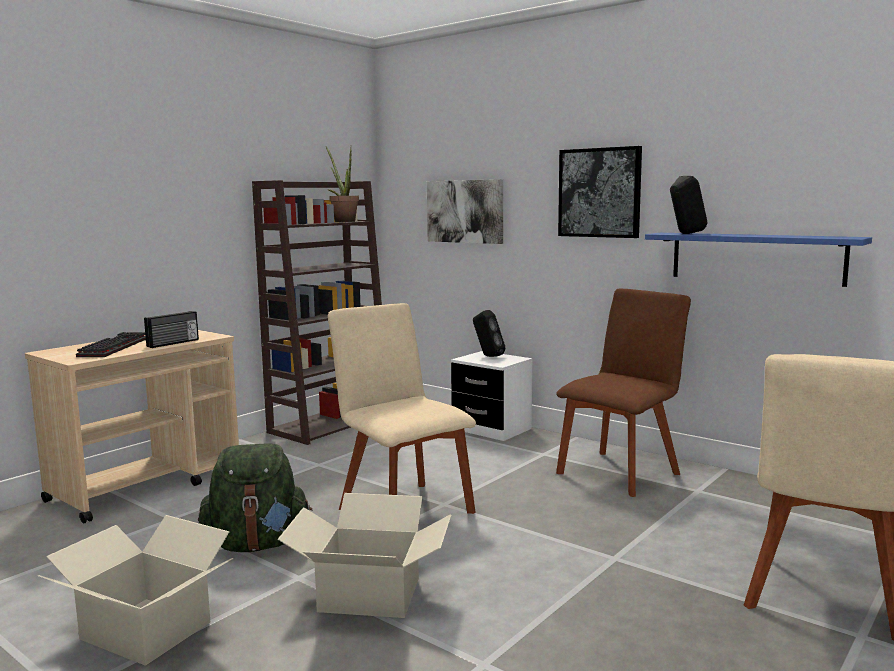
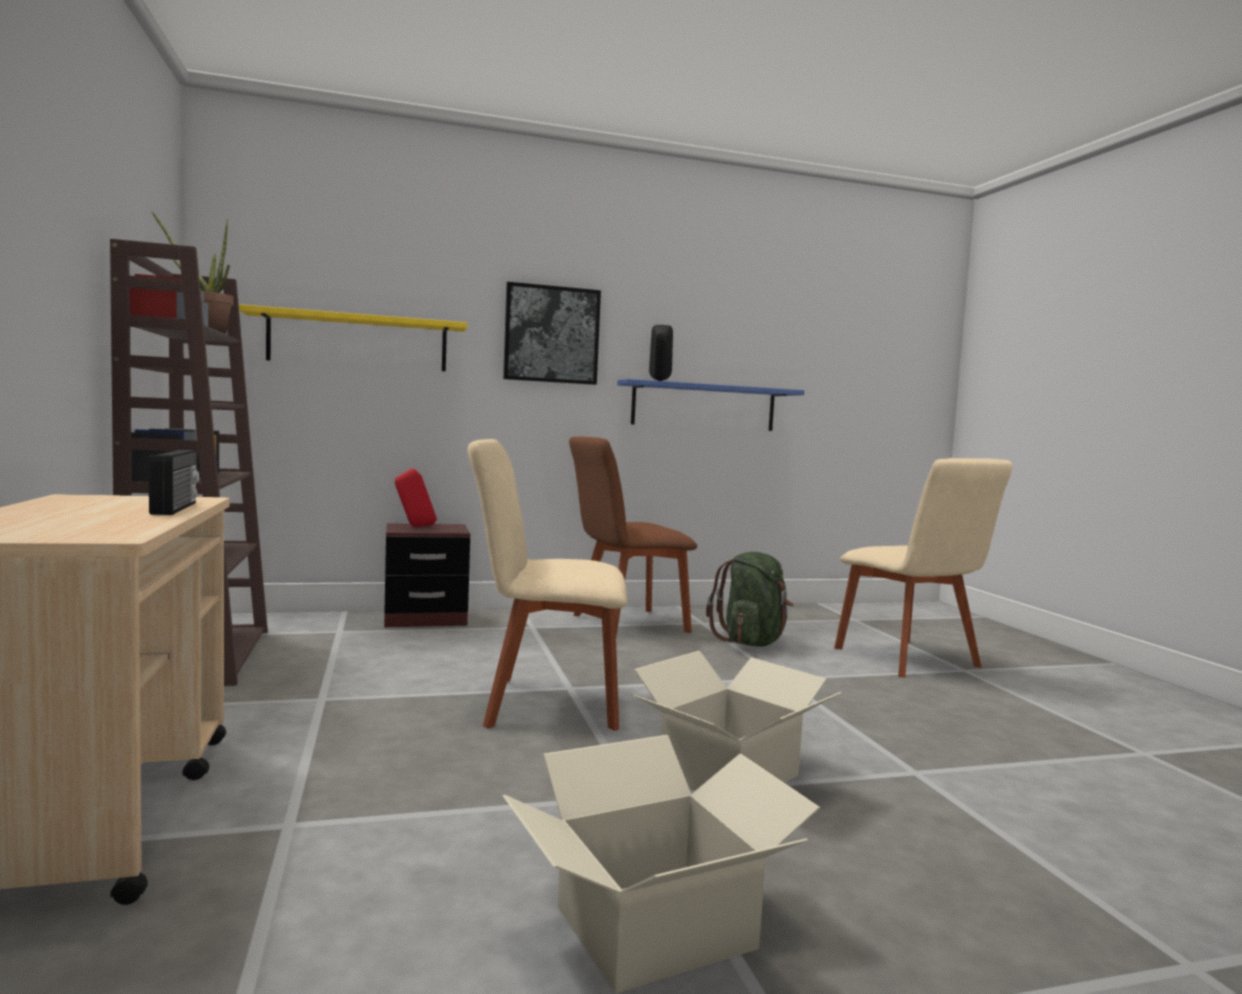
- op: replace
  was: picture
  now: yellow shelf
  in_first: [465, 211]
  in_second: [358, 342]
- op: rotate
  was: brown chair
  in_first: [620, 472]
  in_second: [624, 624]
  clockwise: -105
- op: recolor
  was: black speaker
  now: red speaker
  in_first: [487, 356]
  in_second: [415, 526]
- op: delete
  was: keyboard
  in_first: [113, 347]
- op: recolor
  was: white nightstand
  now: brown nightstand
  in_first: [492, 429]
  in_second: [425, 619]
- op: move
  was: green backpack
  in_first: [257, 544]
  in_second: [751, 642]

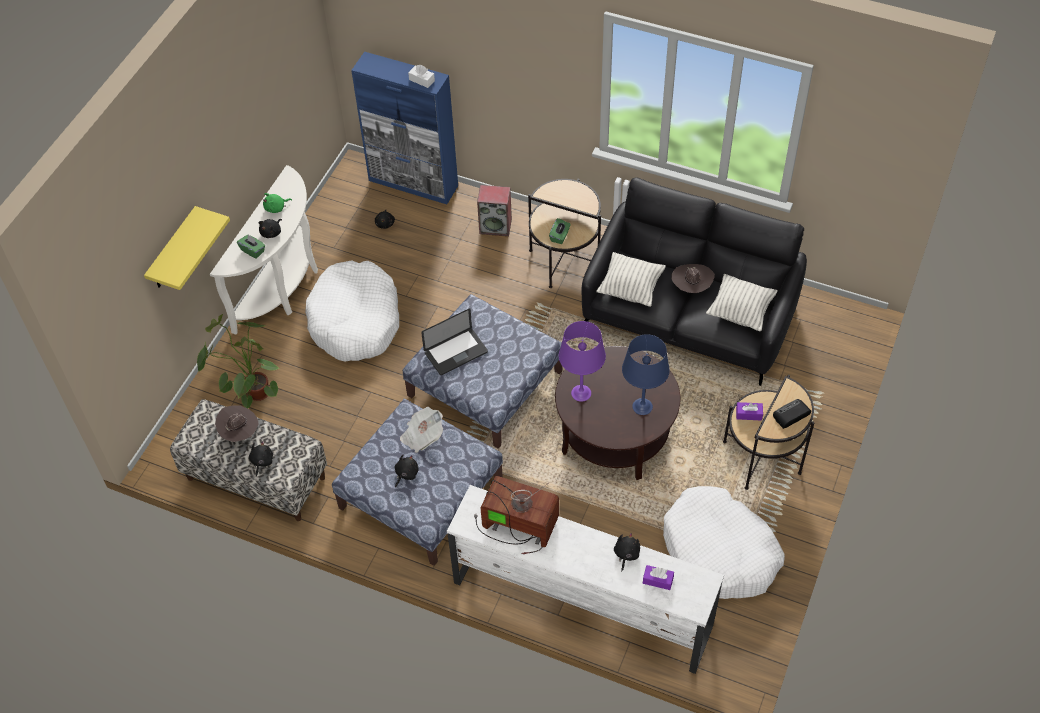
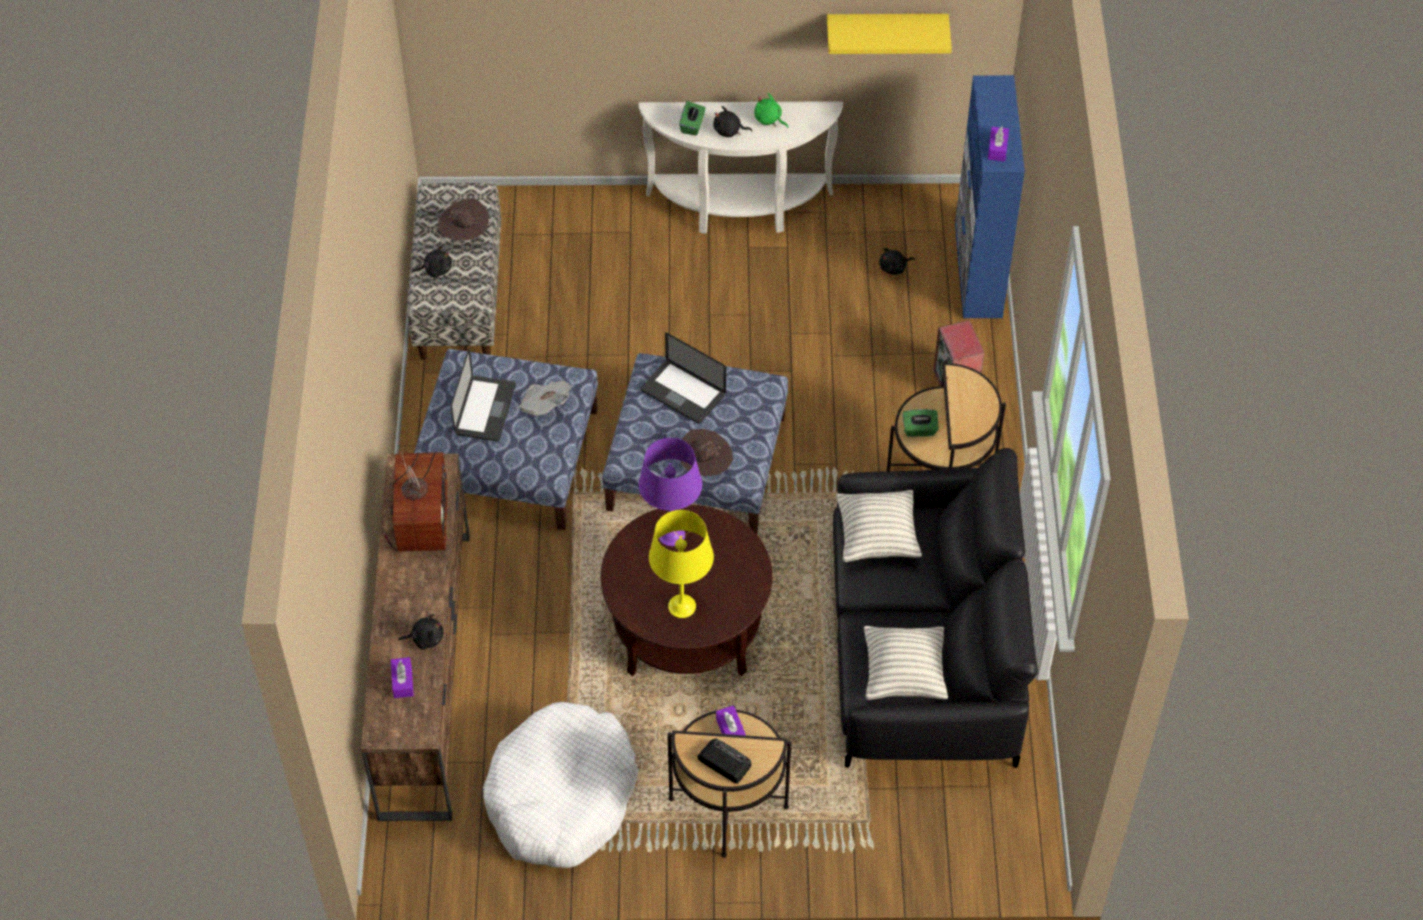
- op: recolor
  was: white tissue box
  now: purple tissue box
  in_first: [422, 80]
  in_second: [997, 149]
- op: move
  was: yellow shelf
  in_first: [173, 250]
  in_second: [886, 28]
- op: delete
  was: white dog bed
  in_first: [355, 321]
- op: move
  was: brown hat
  in_first: [691, 287]
  in_second: [705, 467]
- op: delete
  was: potted plant
  in_first: [249, 390]
- op: recolor
  was: blue table lamp
  now: yellow table lamp
  in_first: [642, 406]
  in_second: [681, 605]
- op: replace
  was: black plush toy
  now: laptop
  in_first: [406, 474]
  in_second: [485, 409]
- op: recolor
  was: white tv stand
  now: brown tv stand
  in_first: [581, 603]
  in_second: [426, 670]

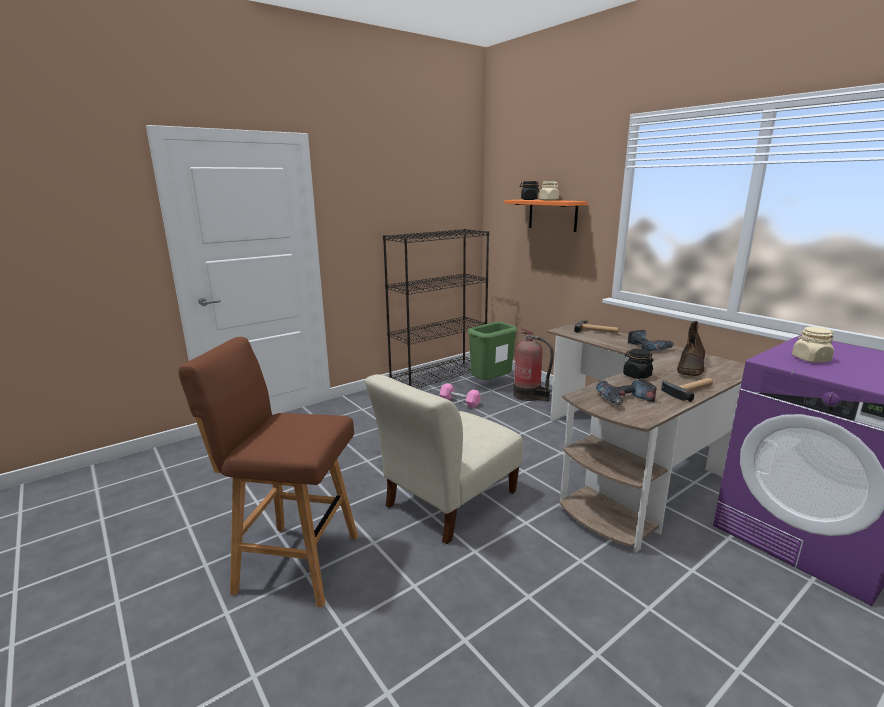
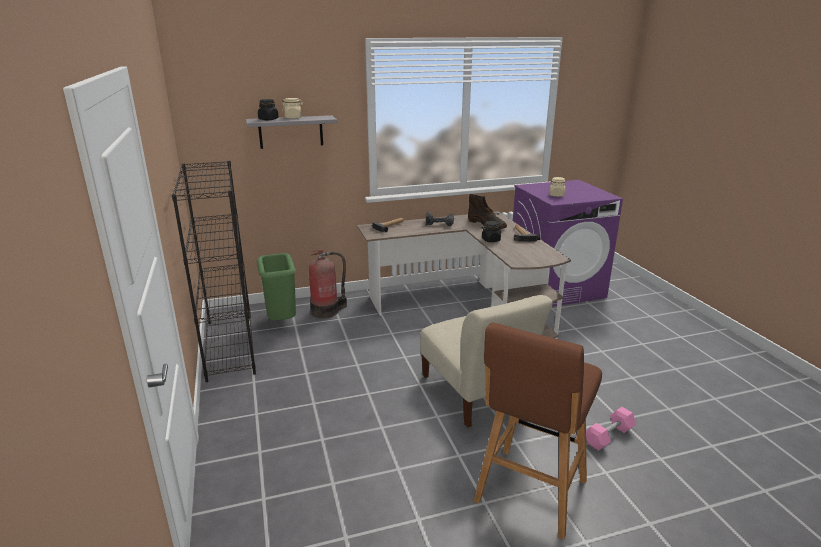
- op: recolor
  was: orange shelf
  now: grey shelf
  in_first: [552, 215]
  in_second: [291, 132]
- op: delete
  was: power drill
  in_first: [626, 400]
- op: move
  was: pink dumbbell
  in_first: [459, 402]
  in_second: [608, 436]

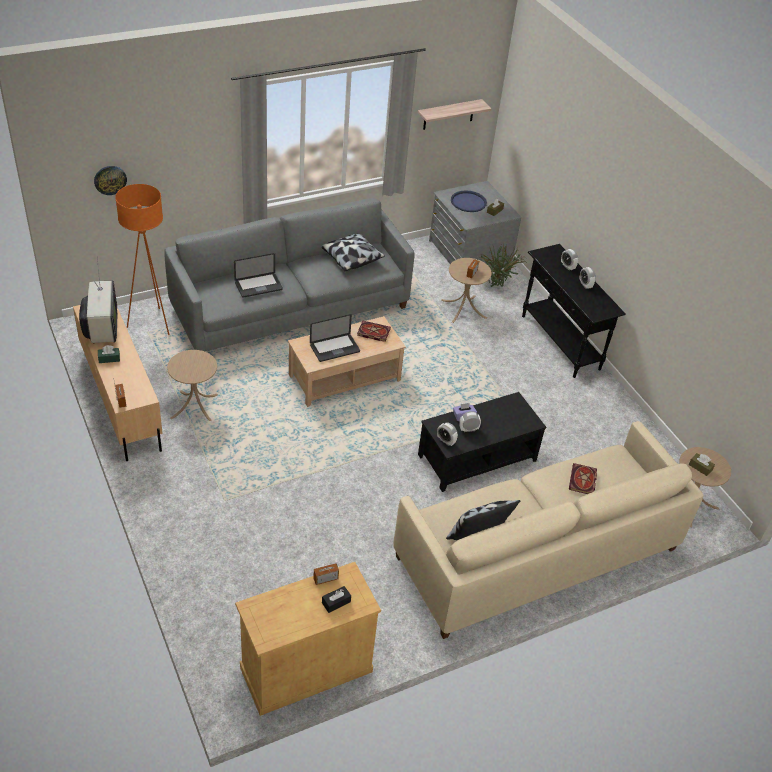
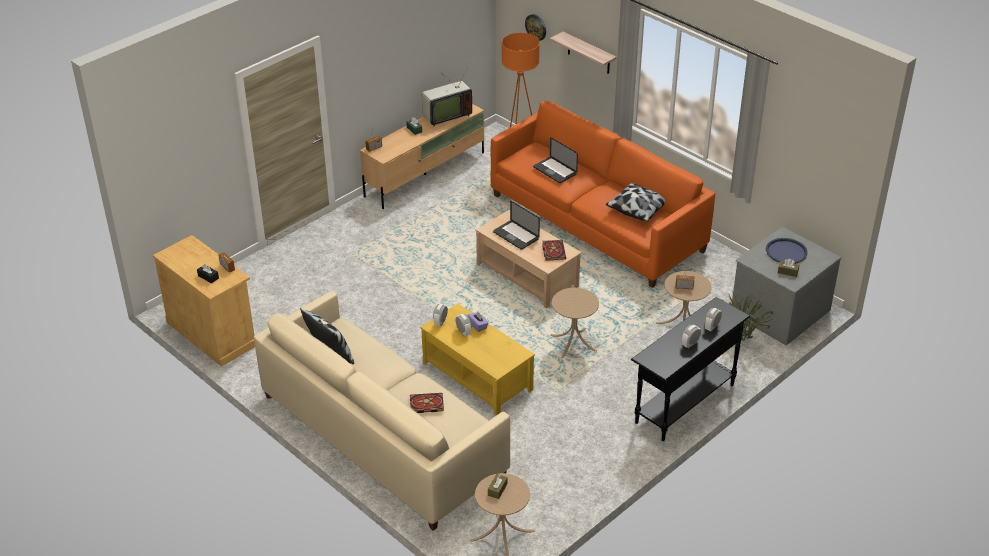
- op: move
  was: shelf
  in_first: [448, 114]
  in_second: [588, 53]
- op: recolor
  was: grey sofa
  now: orange sofa
  in_first: [291, 308]
  in_second: [597, 223]
- op: move
  was: beige side table
  in_first: [195, 406]
  in_second: [573, 343]
- op: recolor
  was: black coffee table
  now: yellow coffee table
  in_first: [477, 458]
  in_second: [476, 377]

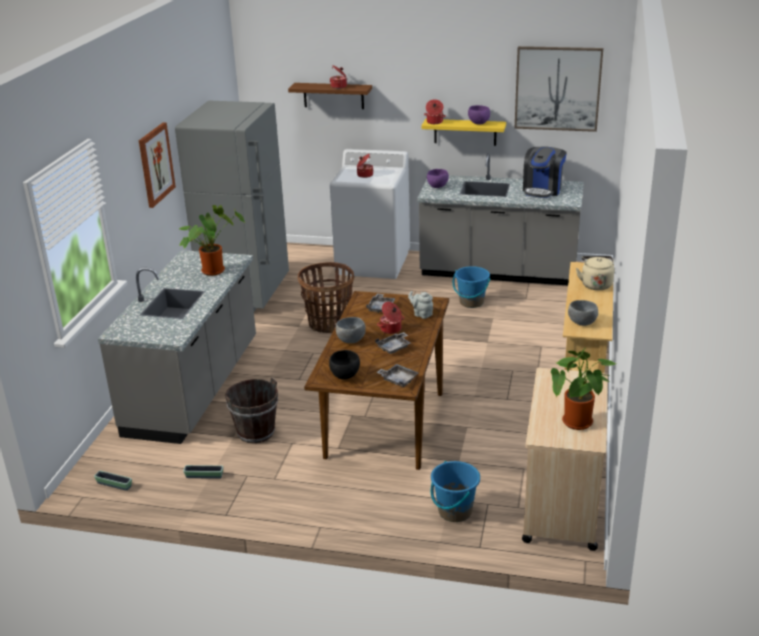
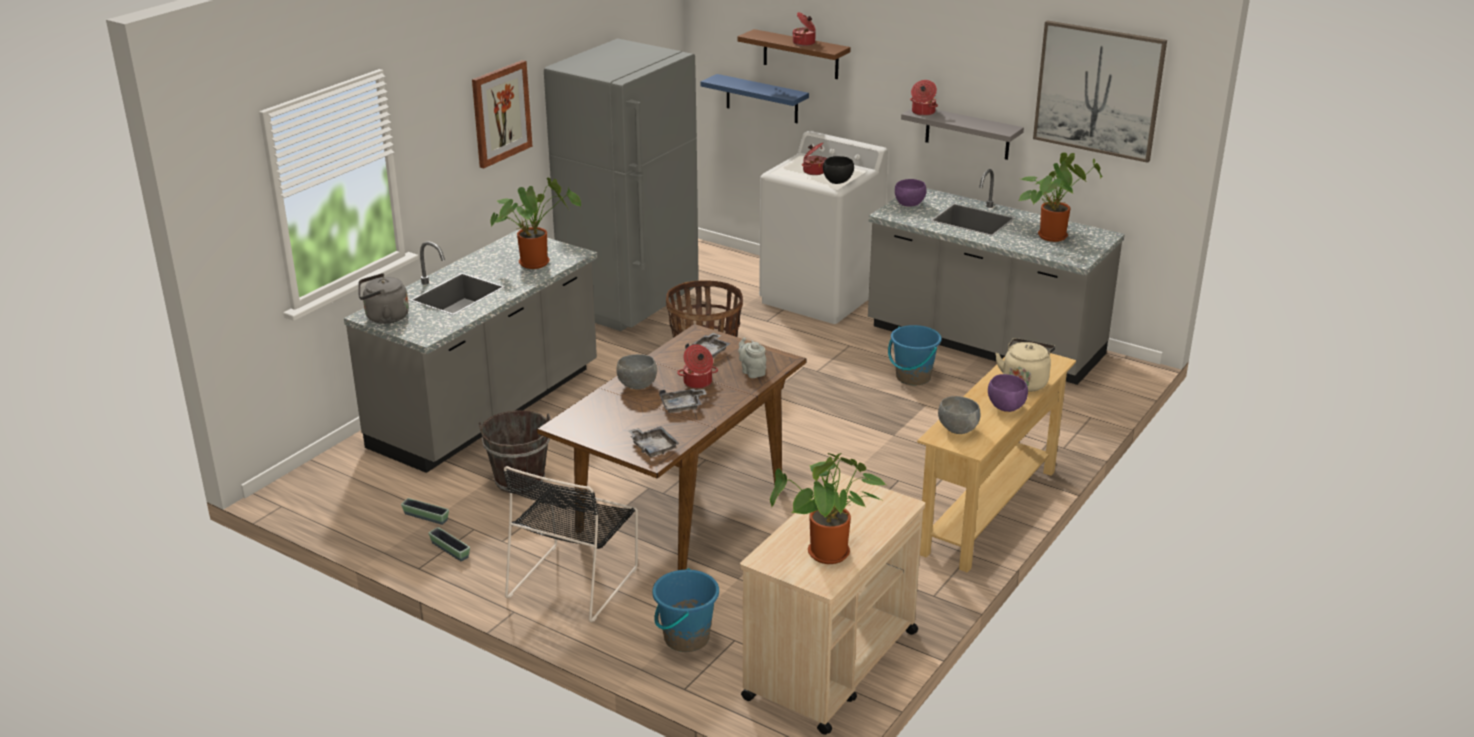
- op: move
  was: purple bowl
  in_first: [478, 123]
  in_second: [1005, 408]
- op: recolor
  was: yellow shelf
  now: grey shelf
  in_first: [465, 132]
  in_second: [967, 133]
- op: replace
  was: coffee machine
  now: potted plant
  in_first: [542, 190]
  in_second: [1053, 235]
- op: move
  was: black bowl
  in_first: [345, 375]
  in_second: [838, 182]
- op: move
  was: planter
  in_first: [114, 485]
  in_second: [450, 550]
- op: insert
  now: blue shelf
  in_second: [762, 99]
- op: insert
  now: grey kettle
  in_second: [384, 317]
- op: insert
  now: black chair
  in_second: [575, 580]

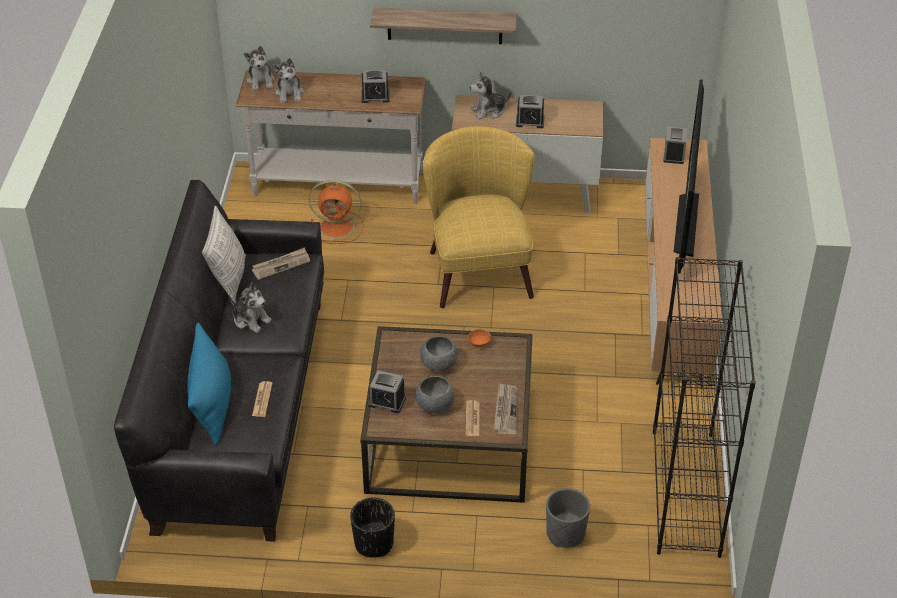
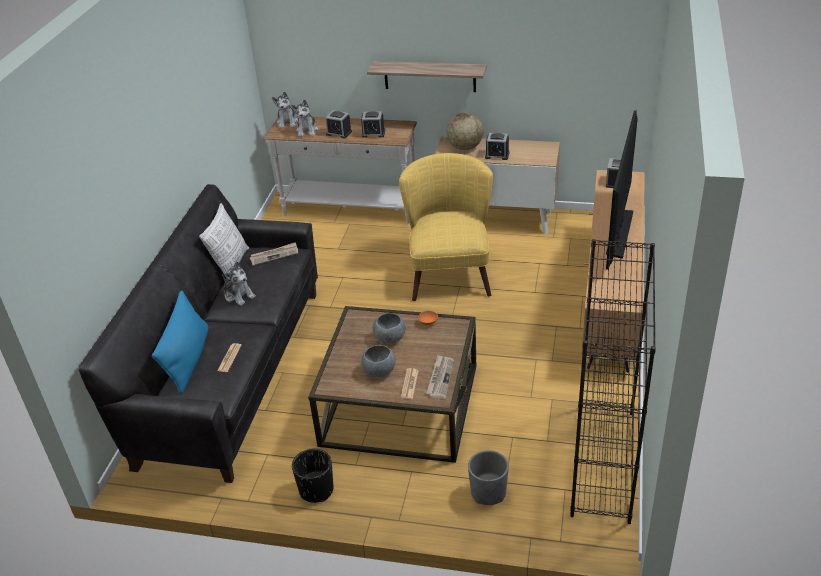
- op: replace
  was: plush toy
  now: globe
  in_first: [489, 111]
  in_second: [465, 147]
- op: delete
  was: orange fan
  in_first: [338, 227]
- op: move
  was: alarm clock
  in_first: [387, 401]
  in_second: [339, 133]

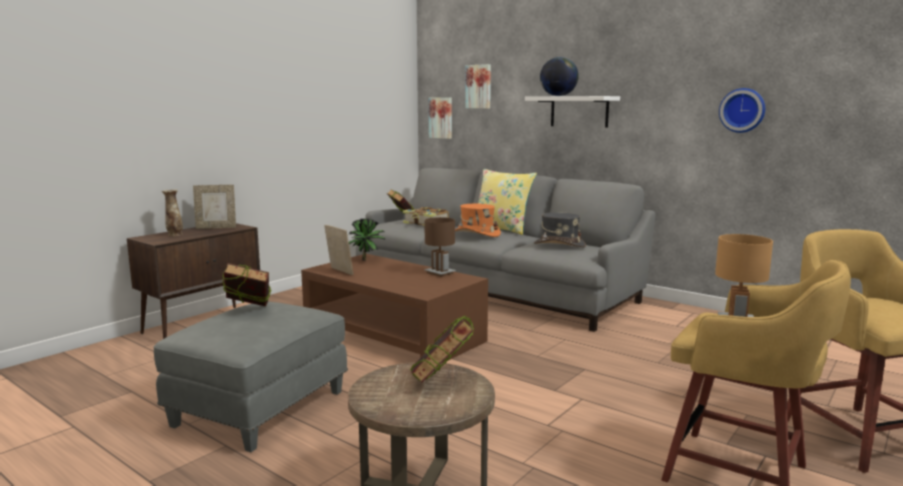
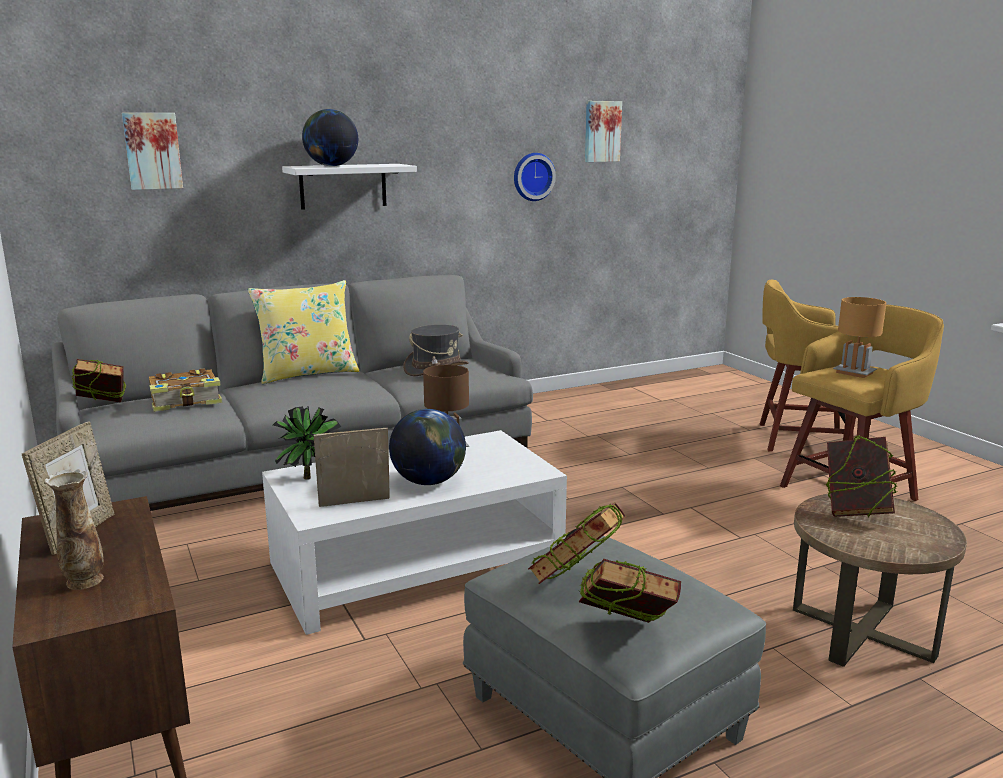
- op: move
  was: picture
  in_first: [441, 117]
  in_second: [601, 131]
- op: delete
  was: orange hat
  in_first: [477, 233]
- op: recolor
  was: brown coffee table
  now: white coffee table
  in_first: [393, 335]
  in_second: [416, 566]
- op: insert
  now: globe
  in_second: [428, 481]
- op: insert
  now: book
  in_second: [625, 637]

